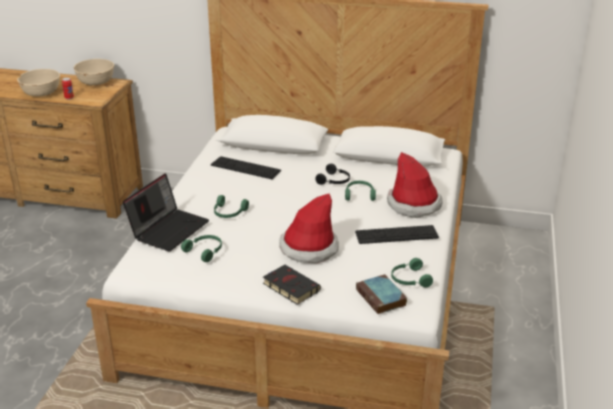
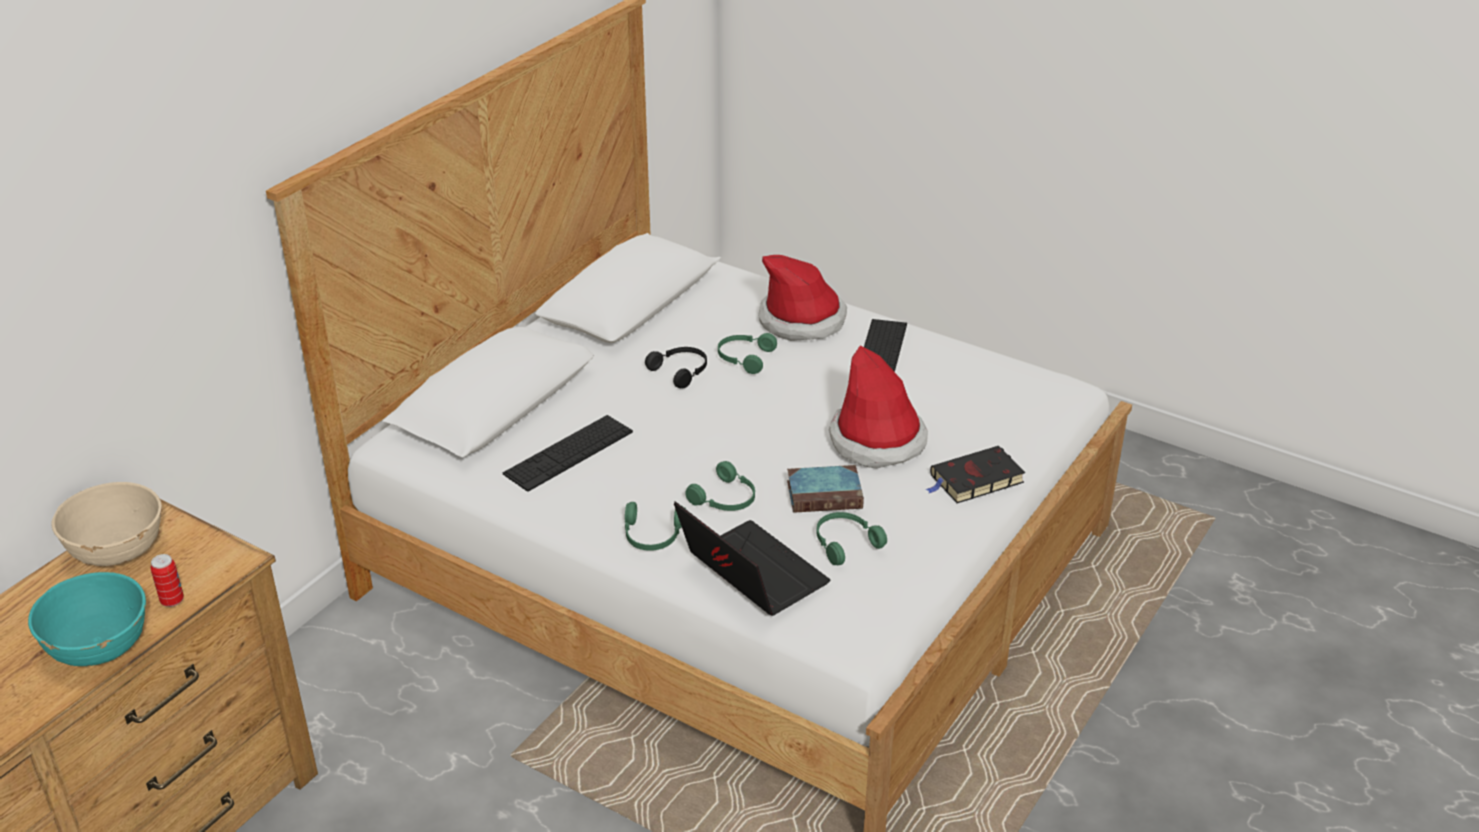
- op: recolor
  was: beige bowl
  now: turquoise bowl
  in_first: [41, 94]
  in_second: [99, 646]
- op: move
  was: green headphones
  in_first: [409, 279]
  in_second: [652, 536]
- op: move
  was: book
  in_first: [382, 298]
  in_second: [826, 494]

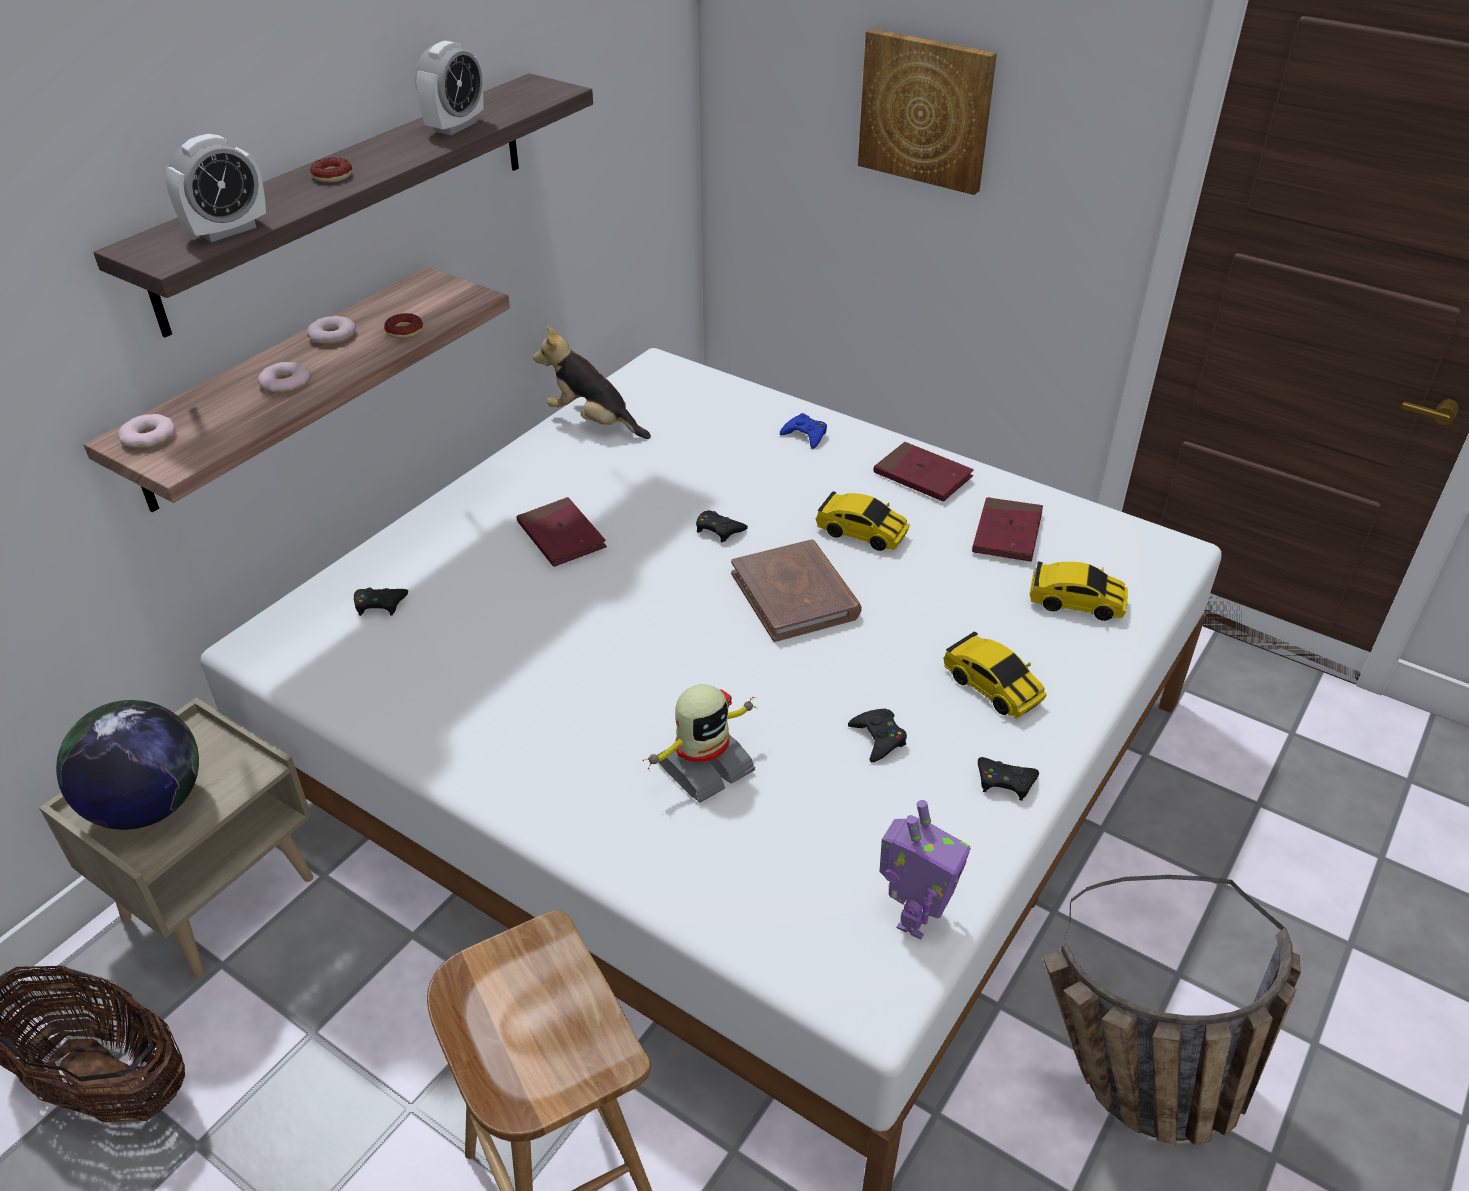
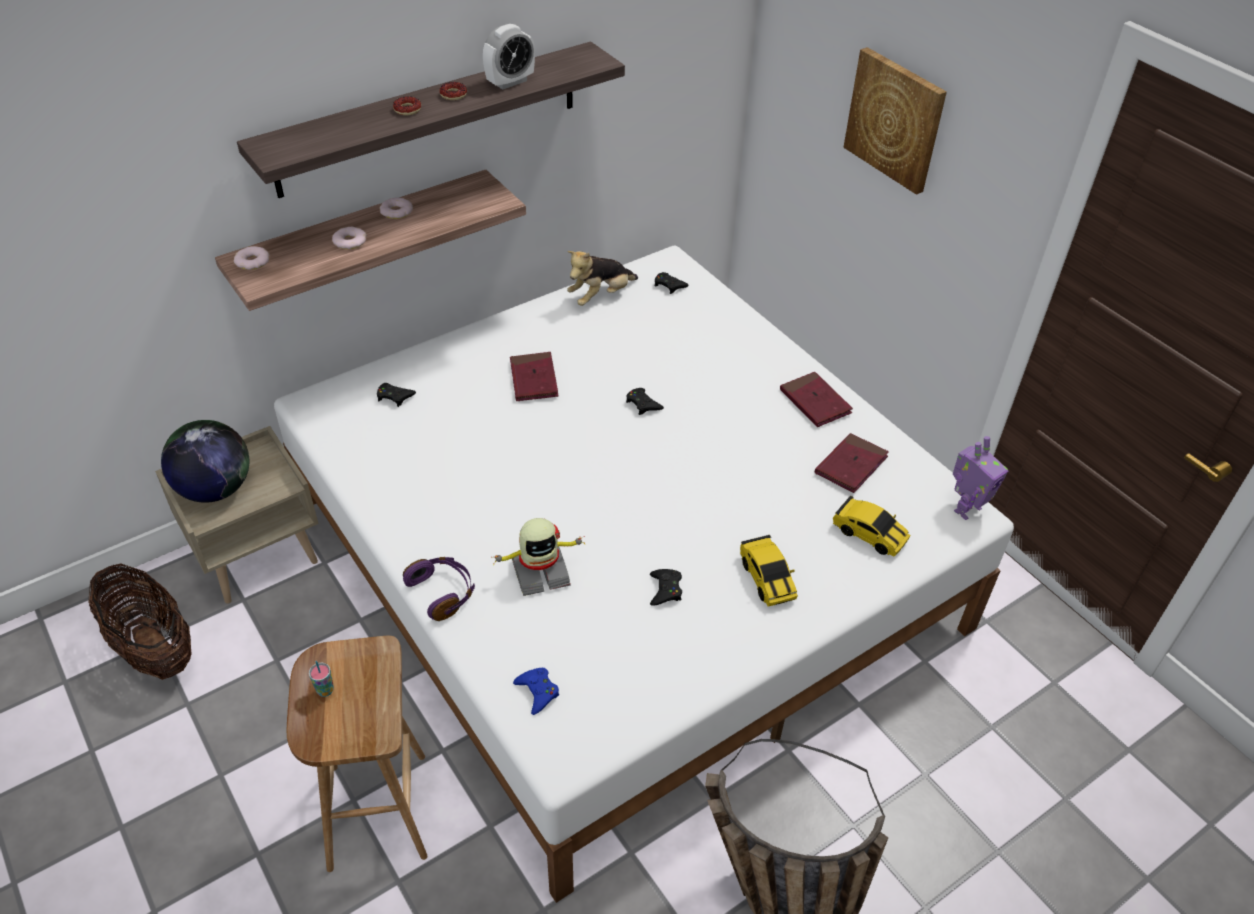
- op: delete
  was: alarm clock
  in_first: [228, 231]
- op: move
  was: donut
  in_first: [404, 331]
  in_second: [453, 95]
- op: rotate
  was: plush toy
  in_first: [593, 422]
  in_second: [600, 296]
  clockwise: -90
- op: move
  was: blue game controller
  in_first: [805, 435]
  in_second: [537, 692]
- op: delete
  was: toy car
  in_first: [861, 533]
- op: delete
  was: brown book
  in_first: [795, 595]
- op: move
  was: black game controller
  in_first: [1005, 781]
  in_second: [669, 285]
- op: move
  was: toy robot
  in_first: [914, 917]
  in_second: [966, 508]
- op: insert
  now: purple headphones
  in_second: [442, 592]
- op: insert
  now: cup
  in_second: [325, 690]

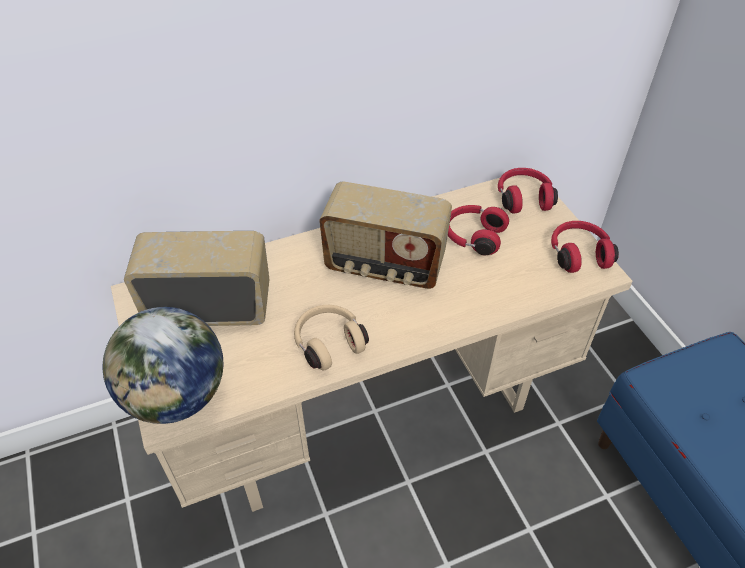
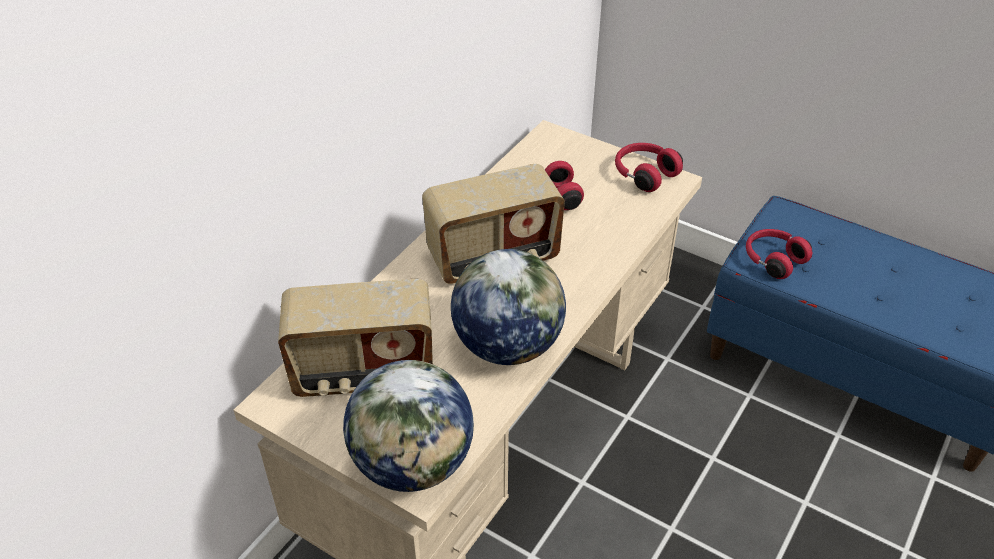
- op: move
  was: red headphones
  in_first: [523, 198]
  in_second: [773, 260]
- op: rotate
  was: radio
  in_first: [210, 307]
  in_second: [364, 374]
  clockwise: -150
- op: replace
  was: beige headphones
  now: globe
  in_first: [328, 342]
  in_second: [507, 345]

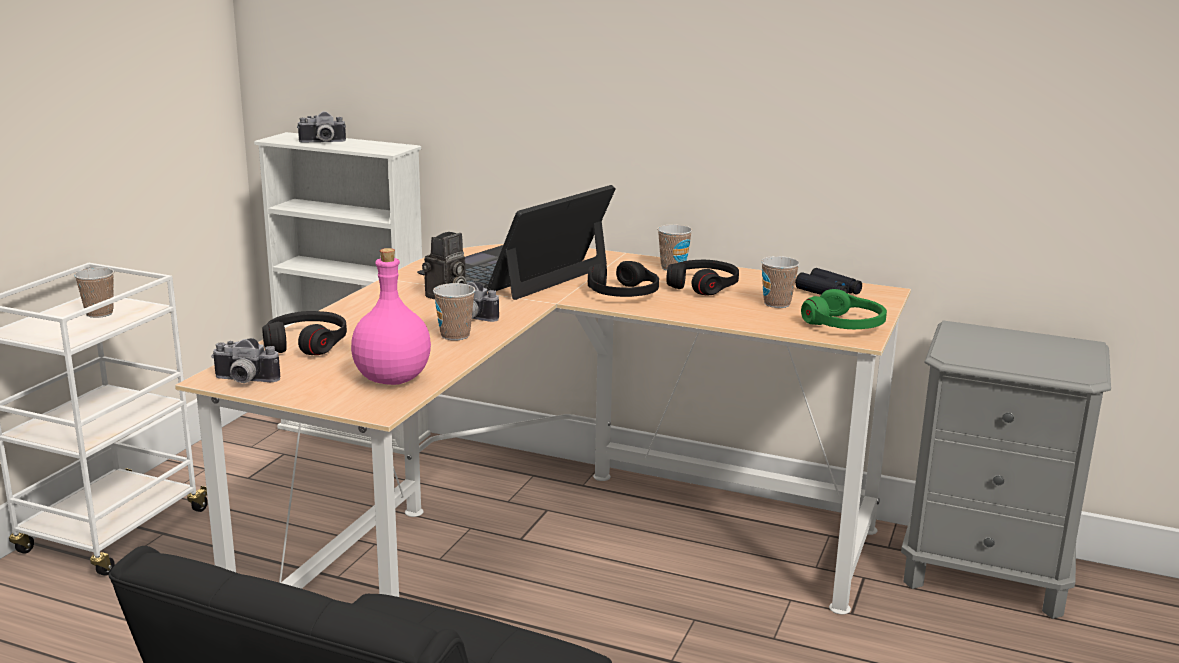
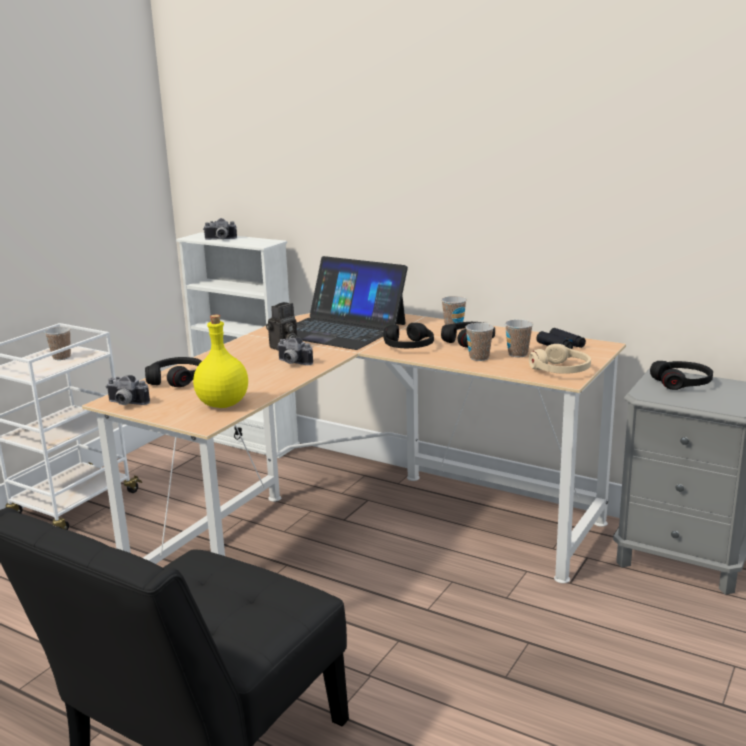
- op: rotate
  was: laptop
  in_first: [516, 271]
  in_second: [340, 329]
  clockwise: -105
- op: recolor
  was: pink bottle
  now: yellow bottle
  in_first: [393, 379]
  in_second: [224, 404]
- op: move
  was: cup
  in_first: [455, 335]
  in_second: [479, 358]
- op: recolor
  was: green headphones
  now: beige headphones
  in_first: [844, 325]
  in_second: [561, 370]
- op: insert
  now: black headphones
  in_second: [682, 383]

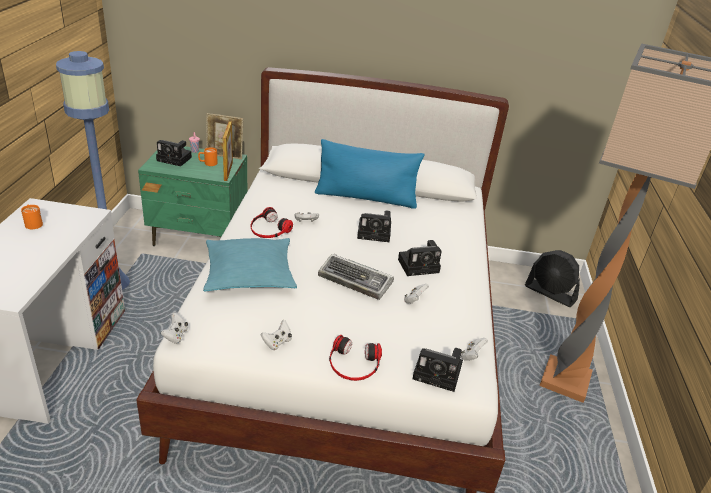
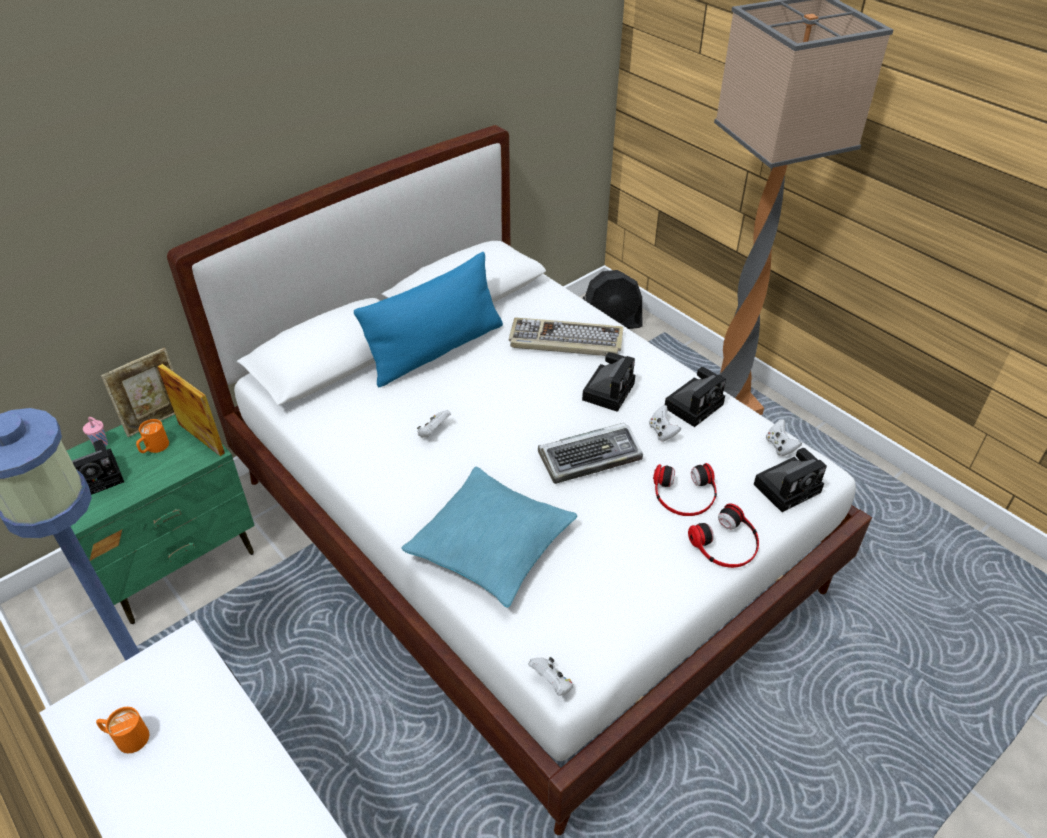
- op: move
  was: headphones
  in_first: [269, 229]
  in_second: [684, 494]
- op: move
  was: photo camera
  in_first: [375, 233]
  in_second: [694, 404]
- op: delete
  was: white game controller
  in_first: [277, 342]
- op: insert
  now: keyboard
  in_second: [565, 341]

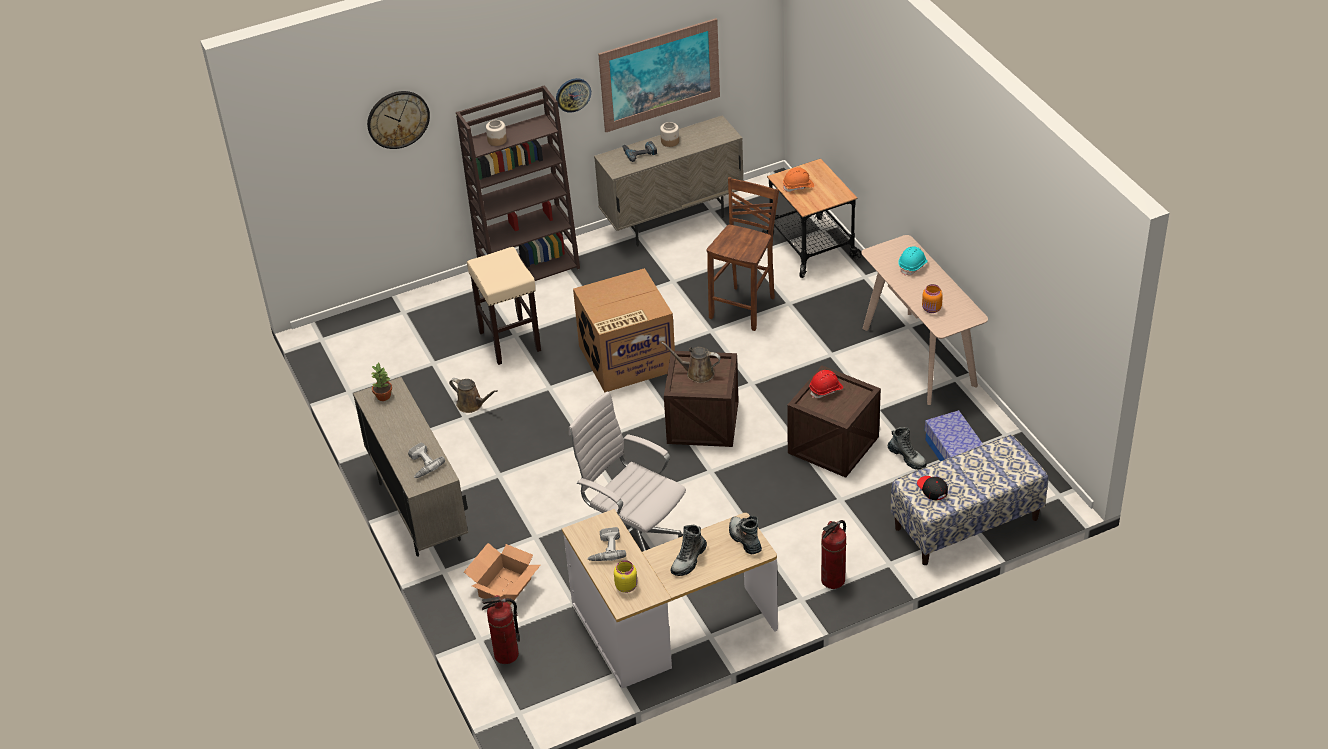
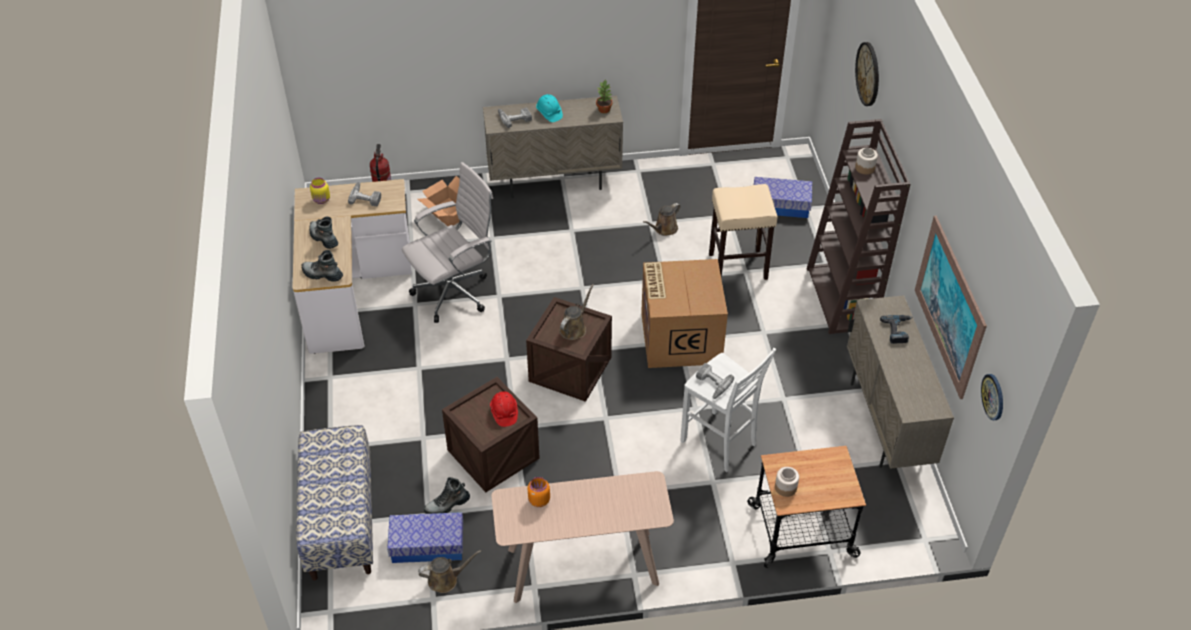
- op: move
  was: wall clock
  in_first: [573, 94]
  in_second: [993, 396]
- op: move
  was: jar
  in_first: [670, 141]
  in_second: [785, 488]
- op: delete
  was: orange hard hat
  in_first: [798, 186]
- op: recolor
  was: brown stool
  now: white stool
  in_first: [744, 307]
  in_second: [720, 443]
- op: move
  was: turquoise hard hat
  in_first: [913, 266]
  in_second: [549, 113]
- op: delete
  was: black cap
  in_first: [932, 489]
- op: rotate
  was: boot
  in_first: [744, 539]
  in_second: [322, 275]
  clockwise: -150
- op: delete
  was: fire extinguisher
  in_first: [833, 580]
- op: insert
  now: storage box
  in_second: [780, 205]
- op: insert
  now: power drill
  in_second: [711, 384]
- op: insert
  now: brown watering can
  in_second: [446, 579]

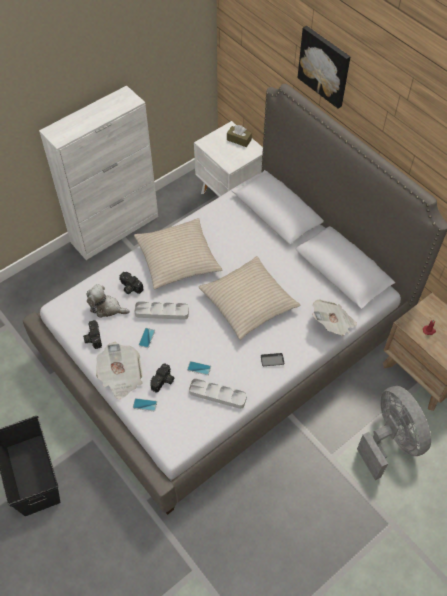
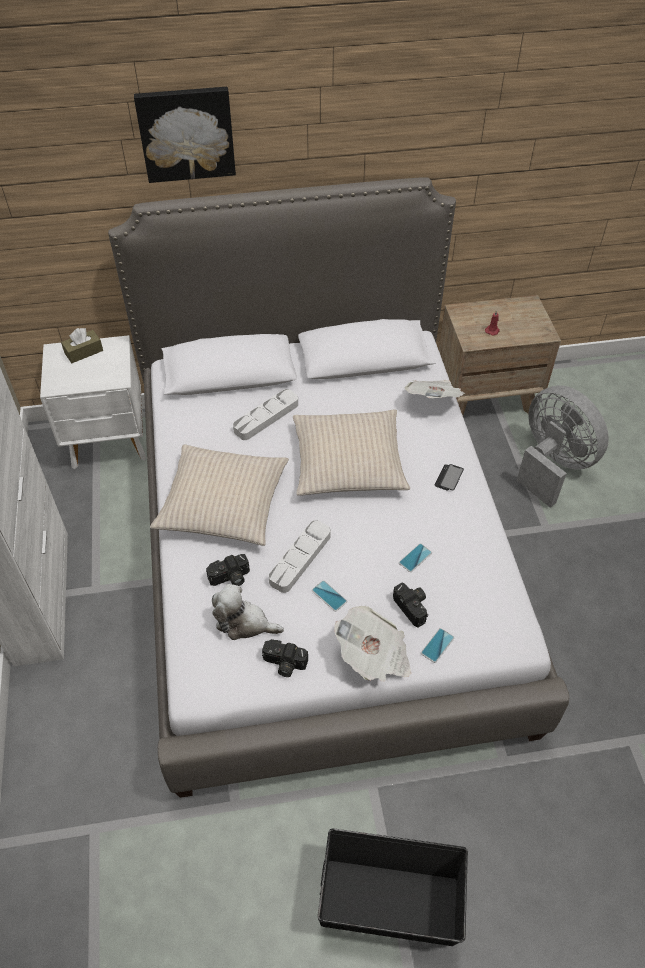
- op: rotate
  was: plush toy
  in_first: [106, 308]
  in_second: [244, 622]
  clockwise: 60
- op: move
  was: grey tray
  in_first: [217, 395]
  in_second: [266, 417]
- op: rotate
  was: grey fan
  in_first: [390, 441]
  in_second: [552, 464]
  clockwise: 45

